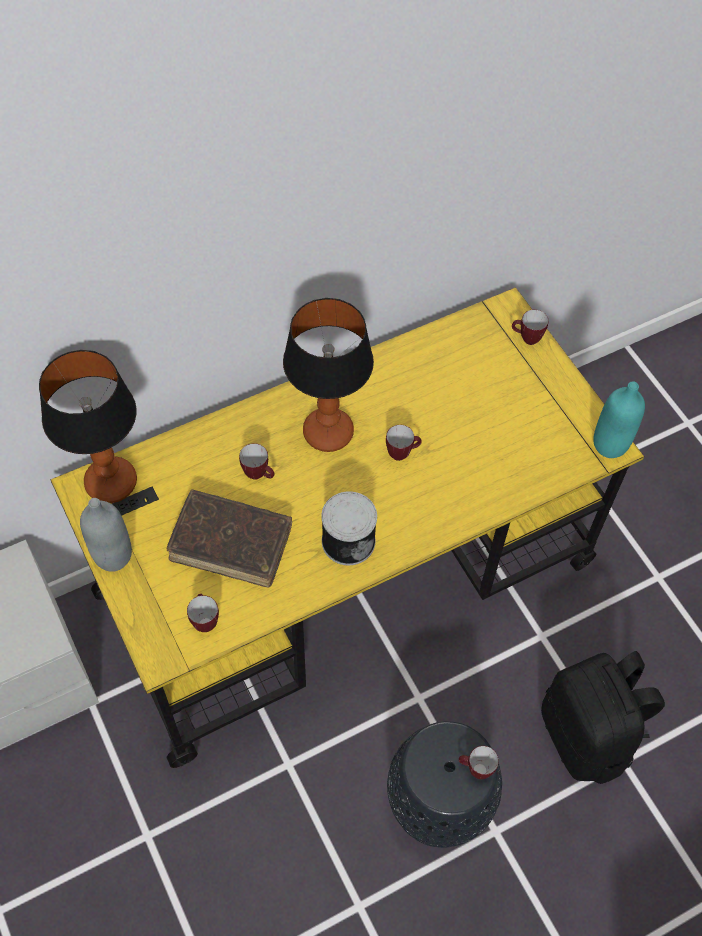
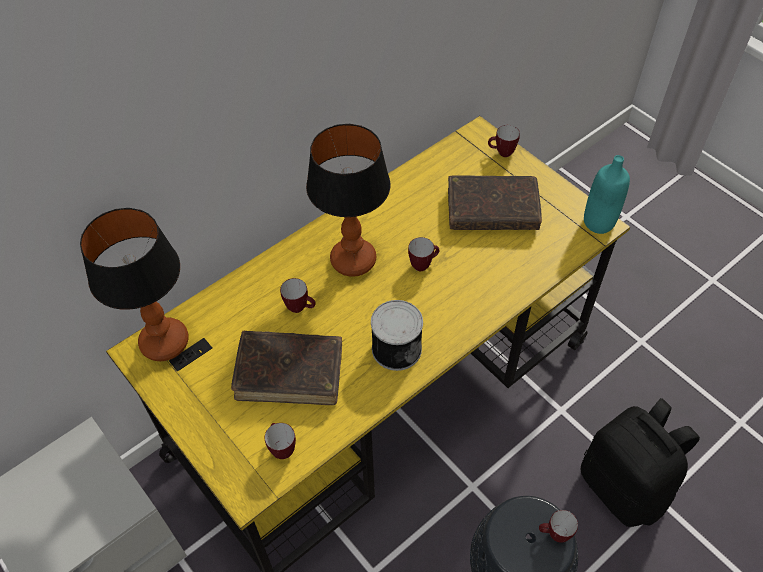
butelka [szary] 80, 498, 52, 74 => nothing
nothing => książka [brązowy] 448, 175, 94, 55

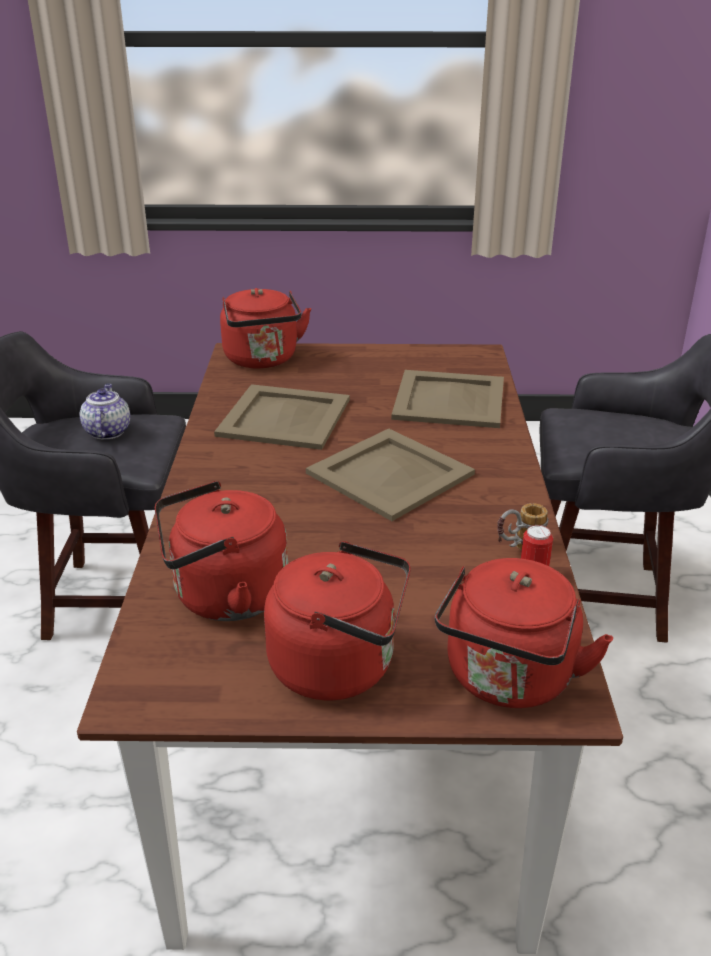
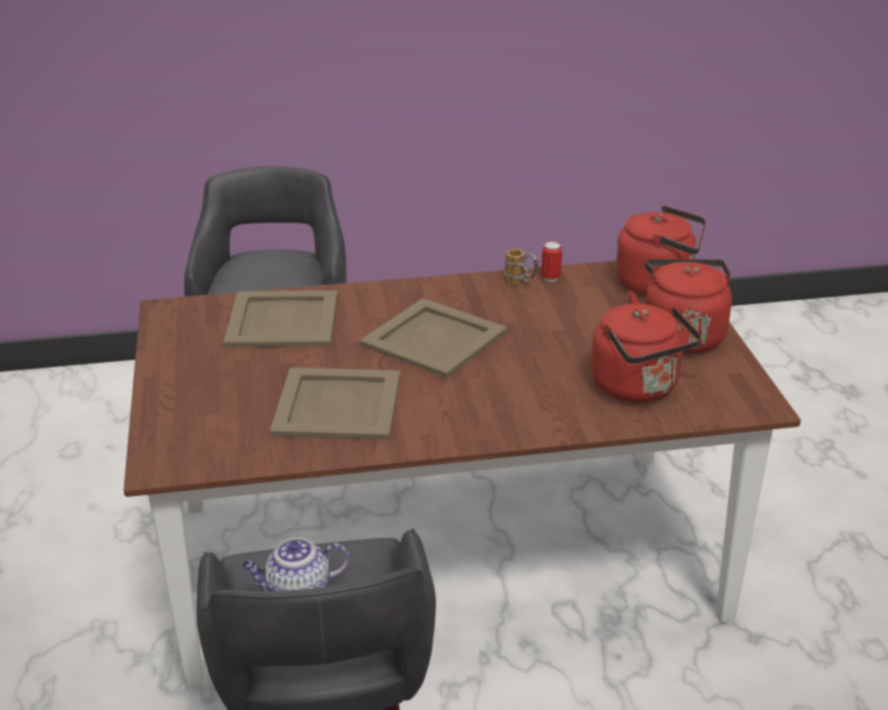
czajnik [czerwony] 220, 288, 91, 80 => nothing

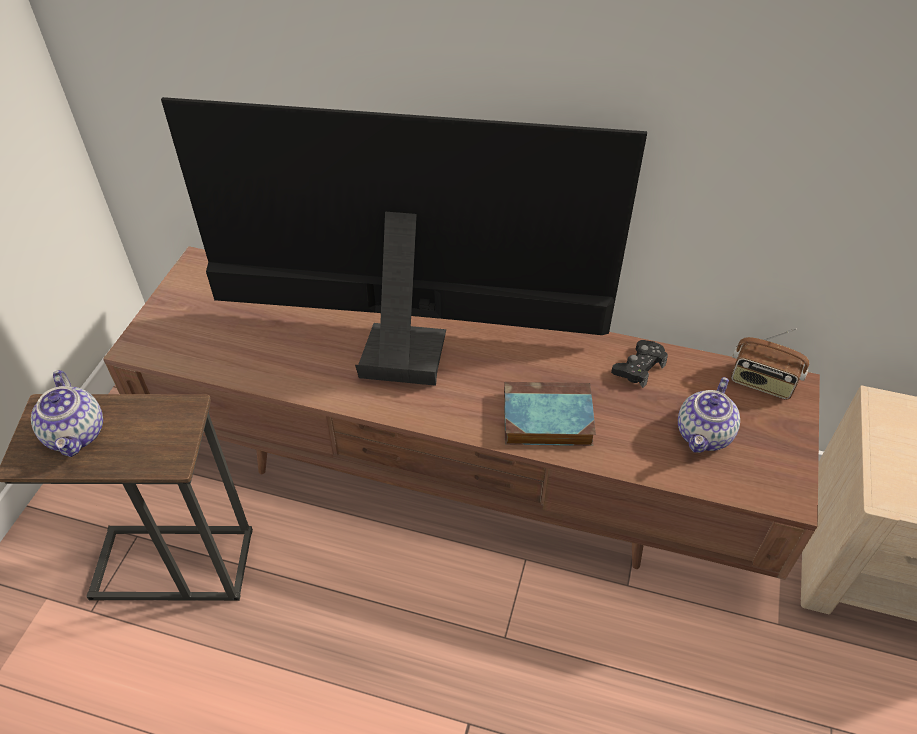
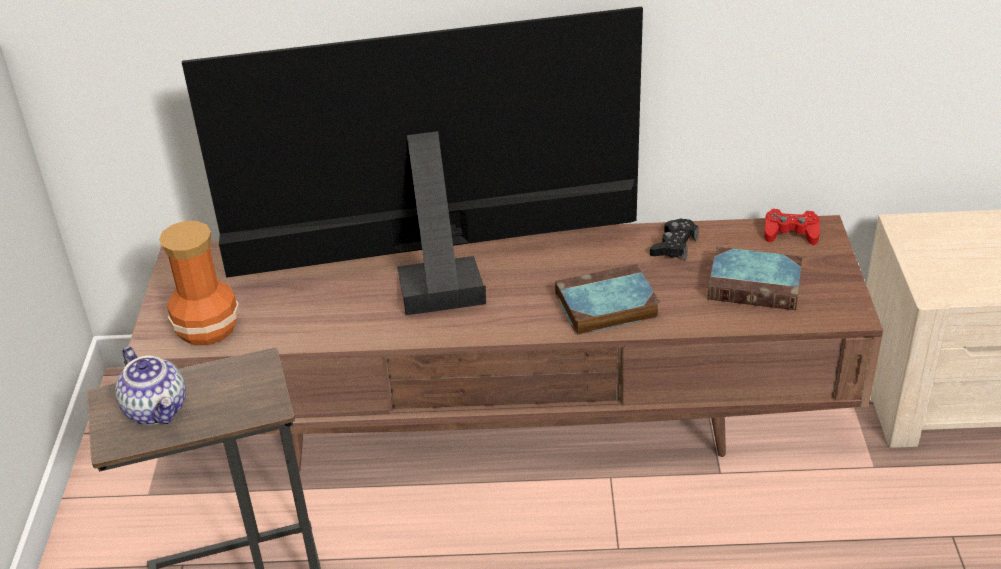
imbryk 678, 377, 62, 76 => książka 708, 247, 94, 63
radio 731, 328, 78, 71 => pad do gier [czerwony] 764, 209, 56, 36
nothing => wazon 159, 221, 81, 124

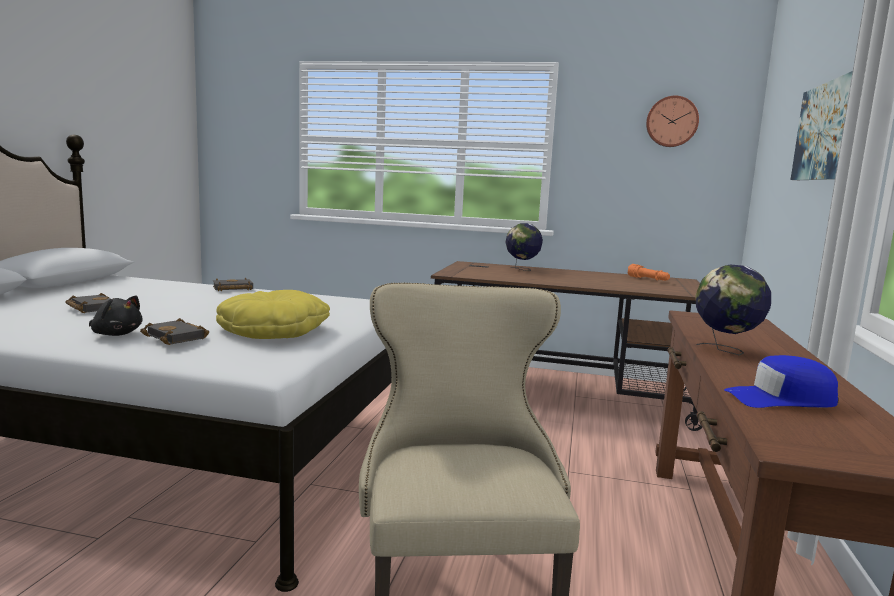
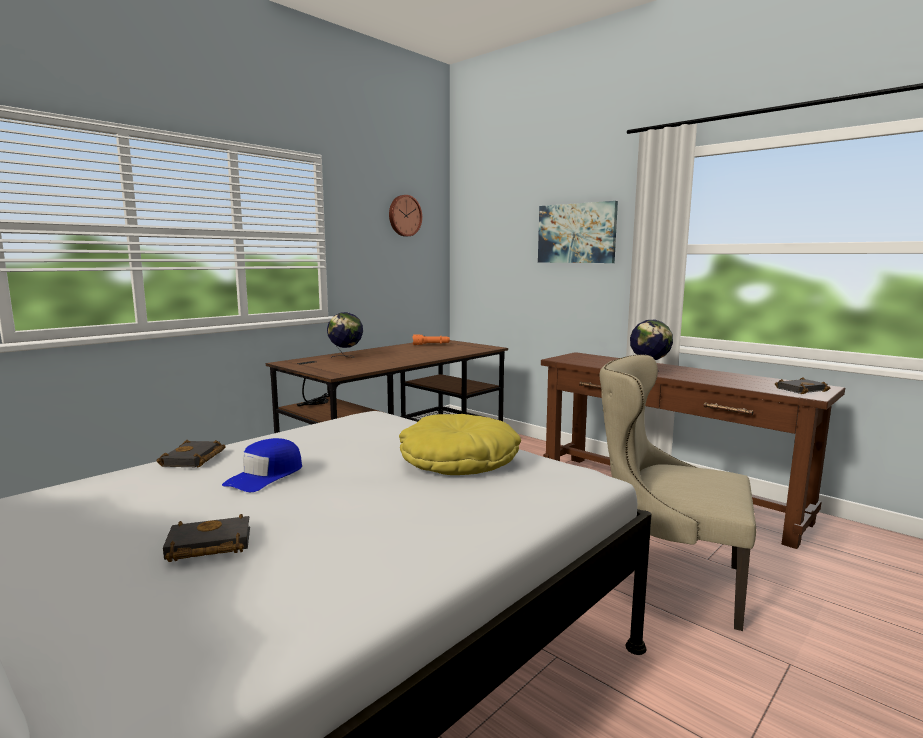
pluszak [czarny] 89, 296, 54, 40 => nothing
książka [czarny] 140, 318, 69, 27 => książka [czarny] 775, 377, 55, 17, shifted
czapka z daszkiem [niebieski] 724, 355, 115, 53 => czapka z daszkiem [niebieski] 222, 438, 80, 54, shifted

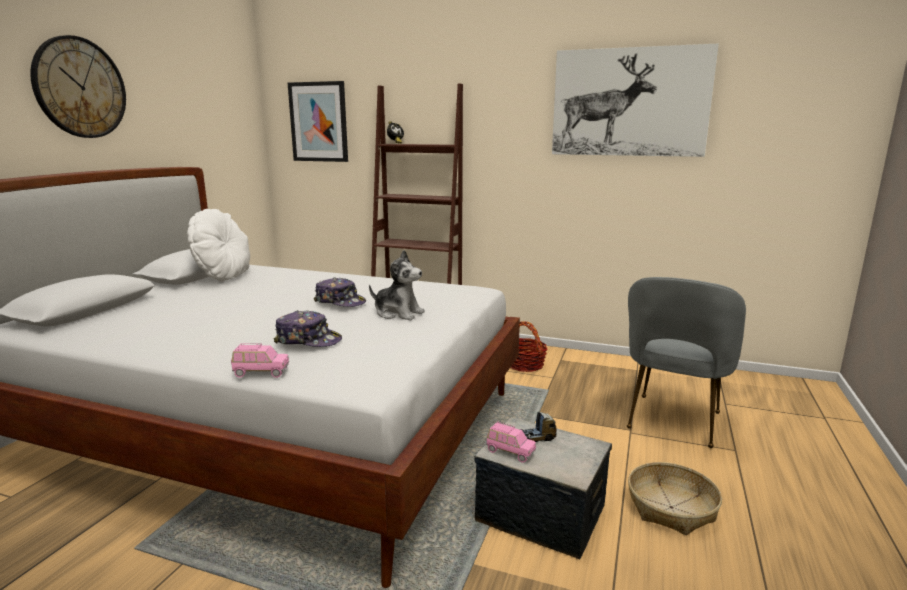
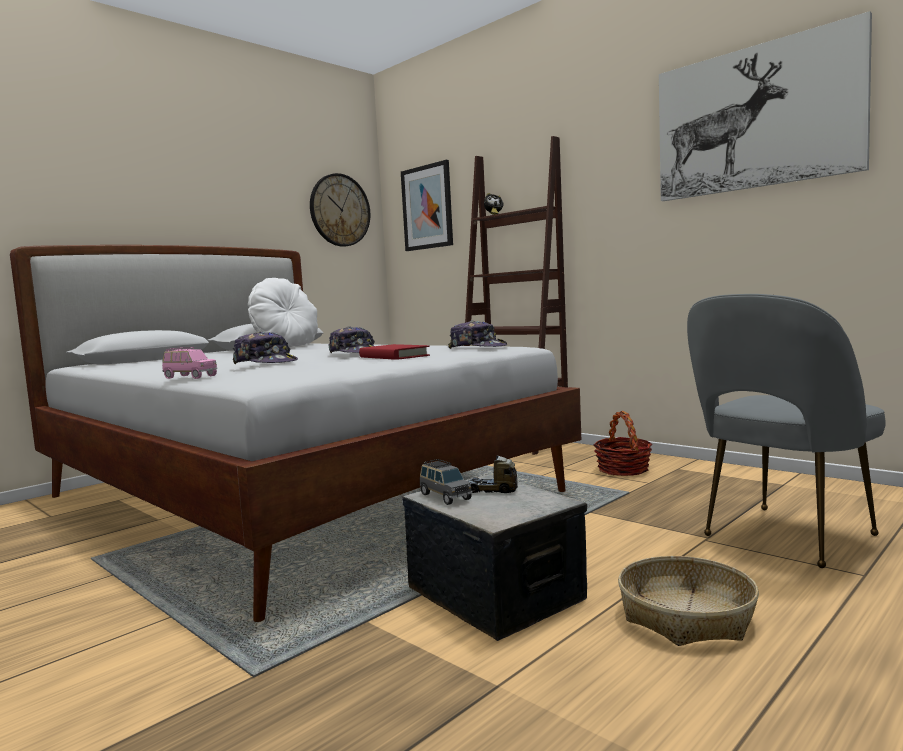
zegar ścienny 30, 35, 96, 103 => zegar ścienny 310, 173, 60, 74, shifted
pluszak 369, 250, 56, 70 => książka [czerwony] 359, 344, 71, 16
samochodzik [różowy] 486, 422, 50, 41 => samochodzik [szary] 420, 459, 52, 46
nothing => czapka z daszkiem 448, 320, 59, 29

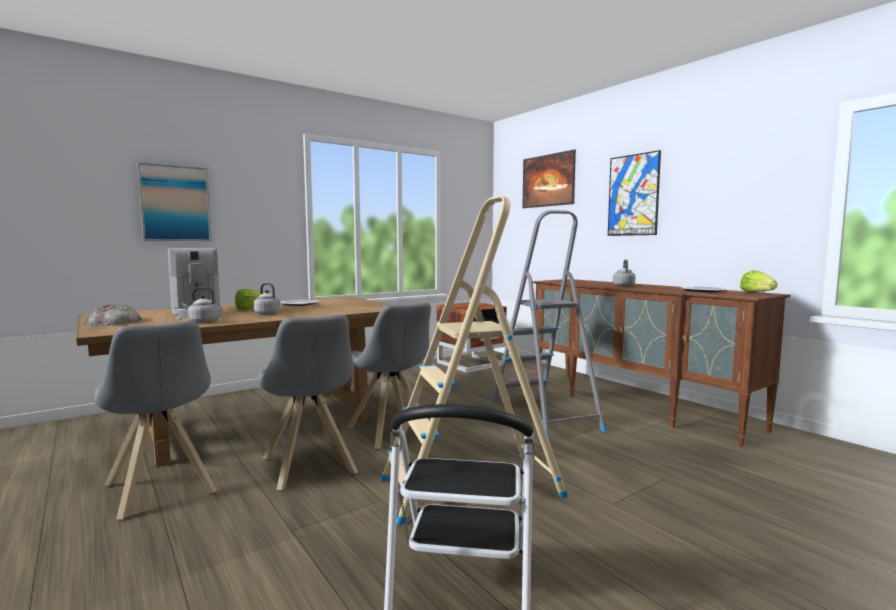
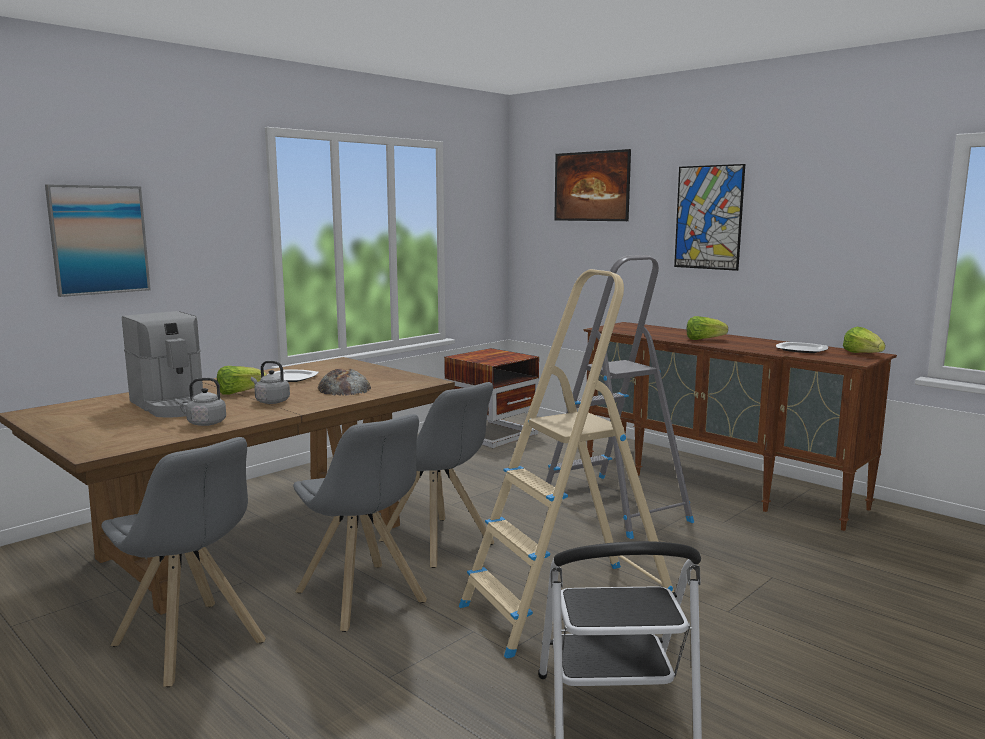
chleb 83, 305, 59, 22 => chleb 318, 369, 53, 27, shifted
czajnik [szary] 613, 259, 23, 28 => sałata 686, 316, 42, 24

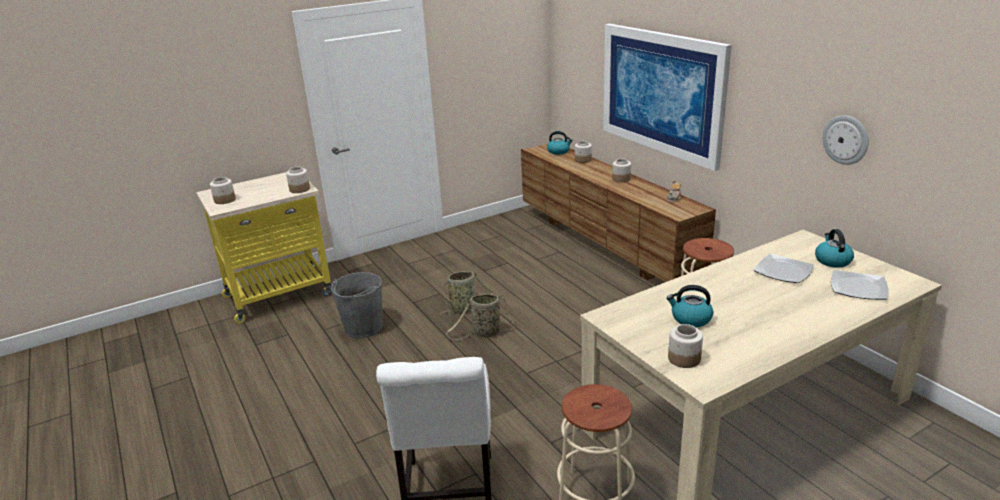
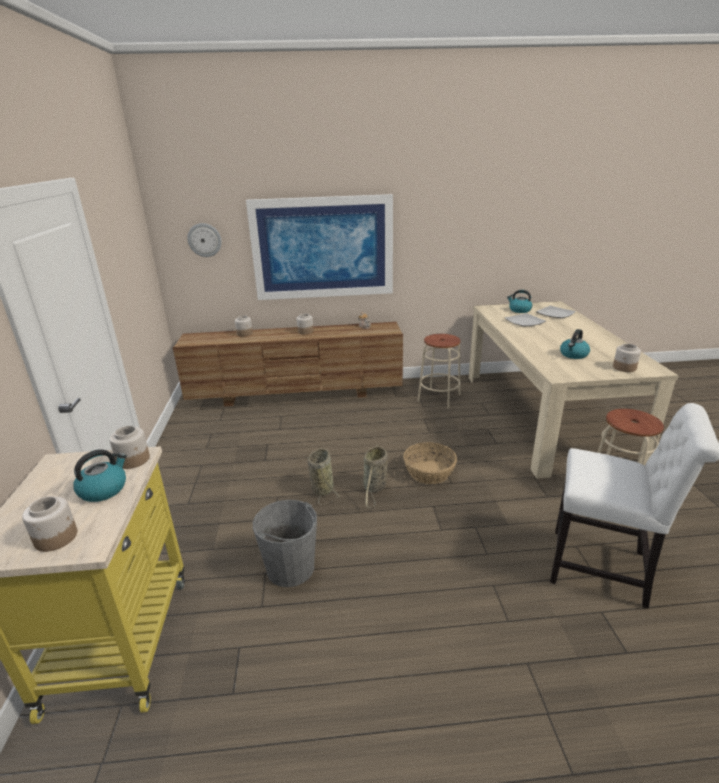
czajnik 547, 131, 26, 24 => czajnik 73, 449, 54, 53, shifted
zegar ścienny 823, 115, 45, 50 => zegar ścienny 187, 223, 35, 34, shifted
nothing => koszyk 403, 442, 54, 42

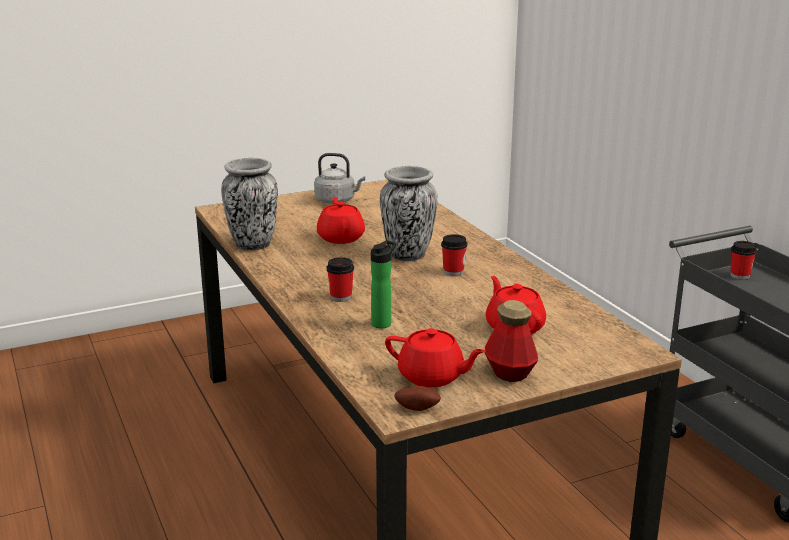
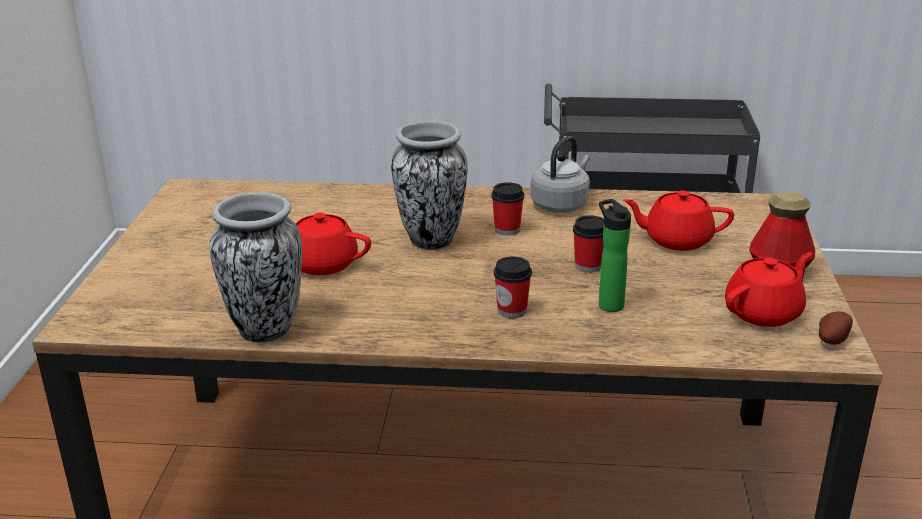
czajnik [szary] 314, 153, 51, 51 => czajnik [szary] 531, 136, 59, 77, shifted
filiżanka 730, 241, 27, 39 => filiżanka 573, 215, 31, 57, shifted

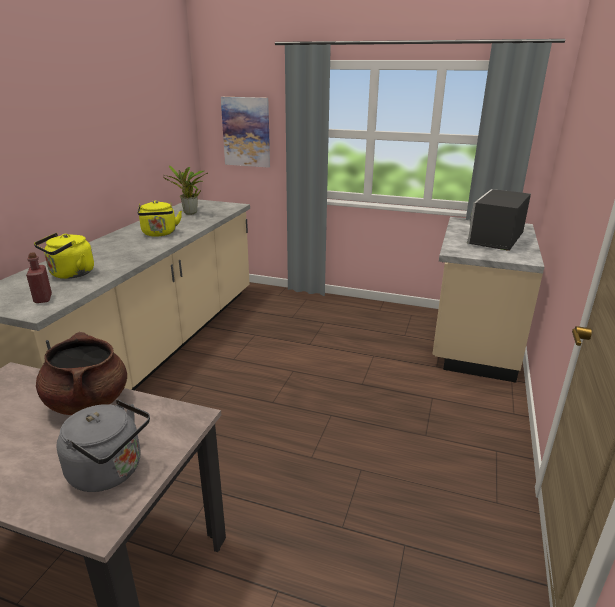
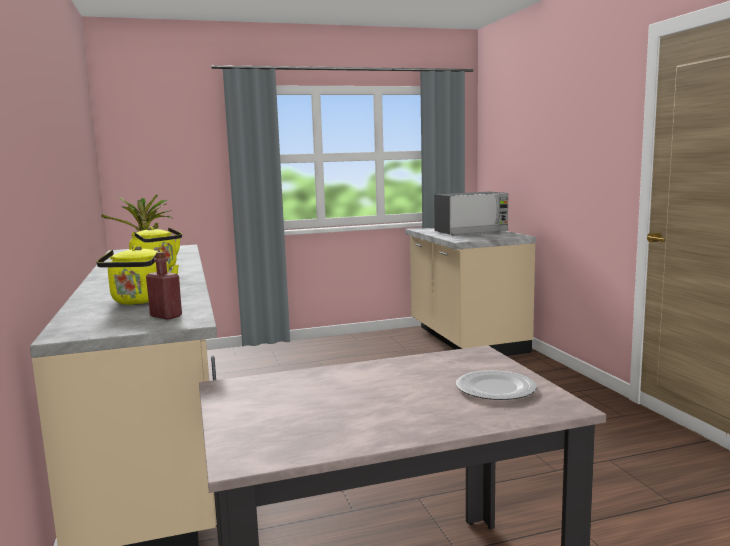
garnek [brązowy] 36, 332, 91, 83 => nothing
czajnik [szary] 57, 399, 93, 93 => talerz 456, 370, 81, 30
obraz 221, 97, 49, 71 => nothing
mikrofalówka 467, 189, 64, 62 => mikrofalówka 434, 192, 74, 43, 105 degrees counterclockwise

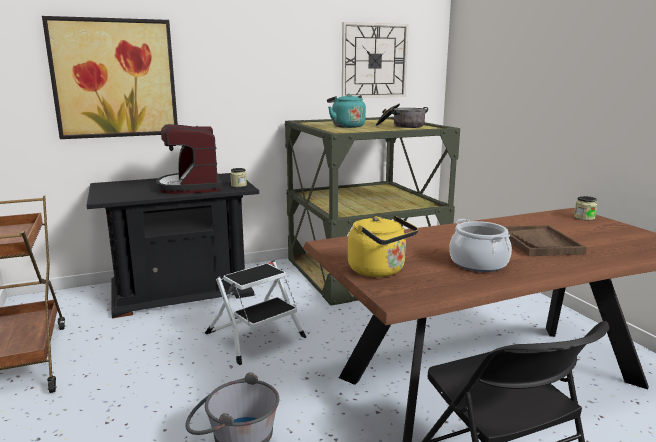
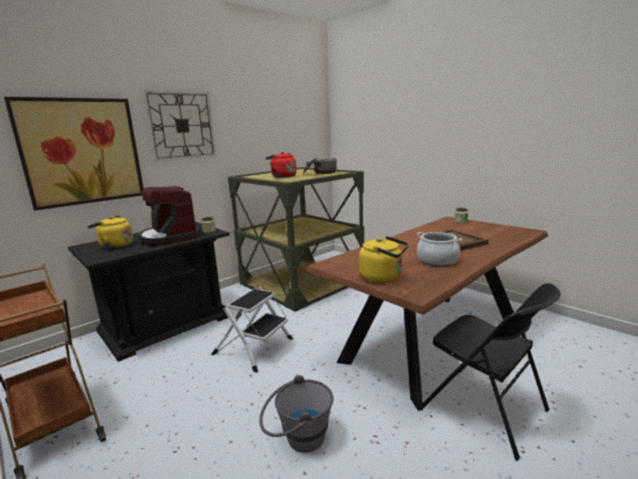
czajnik [turkusowy] 327, 94, 39, 34 => czajnik [czerwony] 266, 152, 30, 26
zegar ścienny 342, 22, 67, 76 => zegar ścienny 143, 90, 73, 72, shifted
nothing => czajnik [żółty] 88, 215, 45, 34

